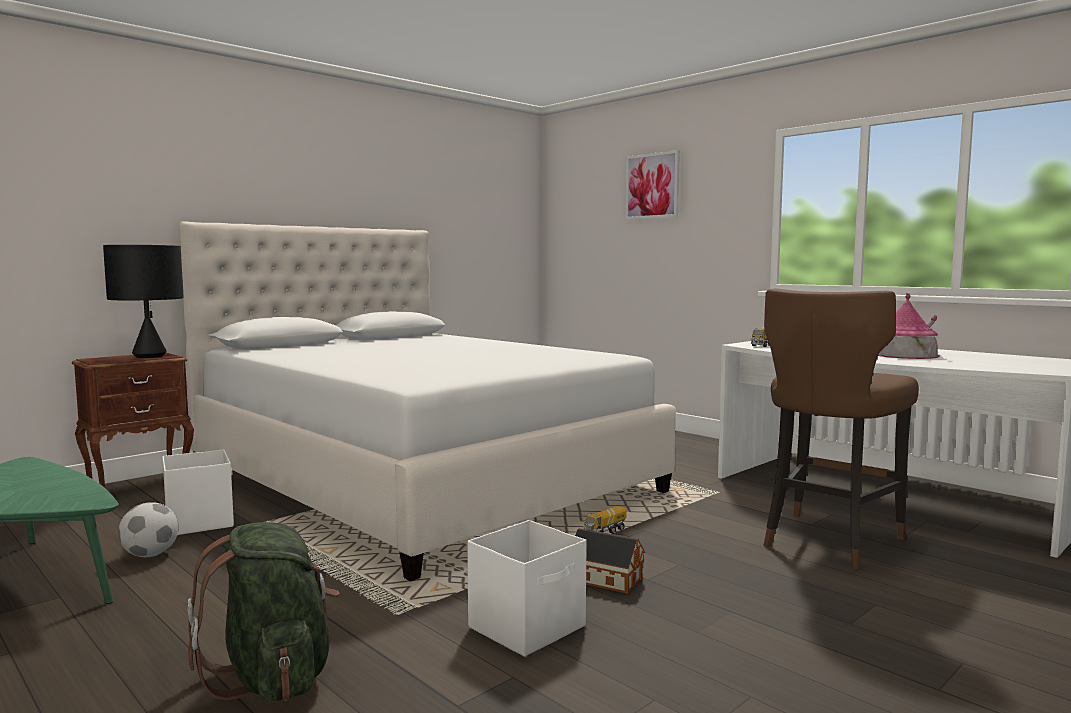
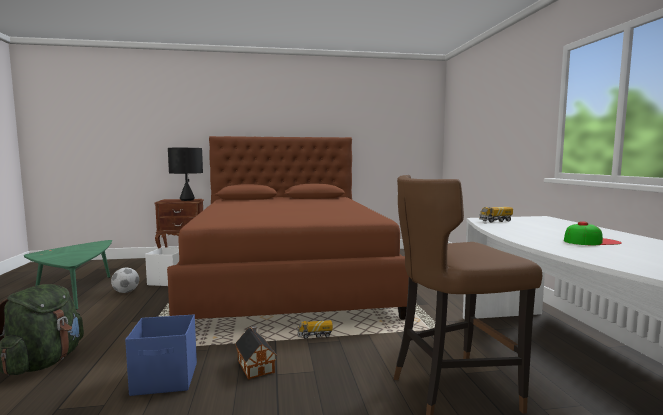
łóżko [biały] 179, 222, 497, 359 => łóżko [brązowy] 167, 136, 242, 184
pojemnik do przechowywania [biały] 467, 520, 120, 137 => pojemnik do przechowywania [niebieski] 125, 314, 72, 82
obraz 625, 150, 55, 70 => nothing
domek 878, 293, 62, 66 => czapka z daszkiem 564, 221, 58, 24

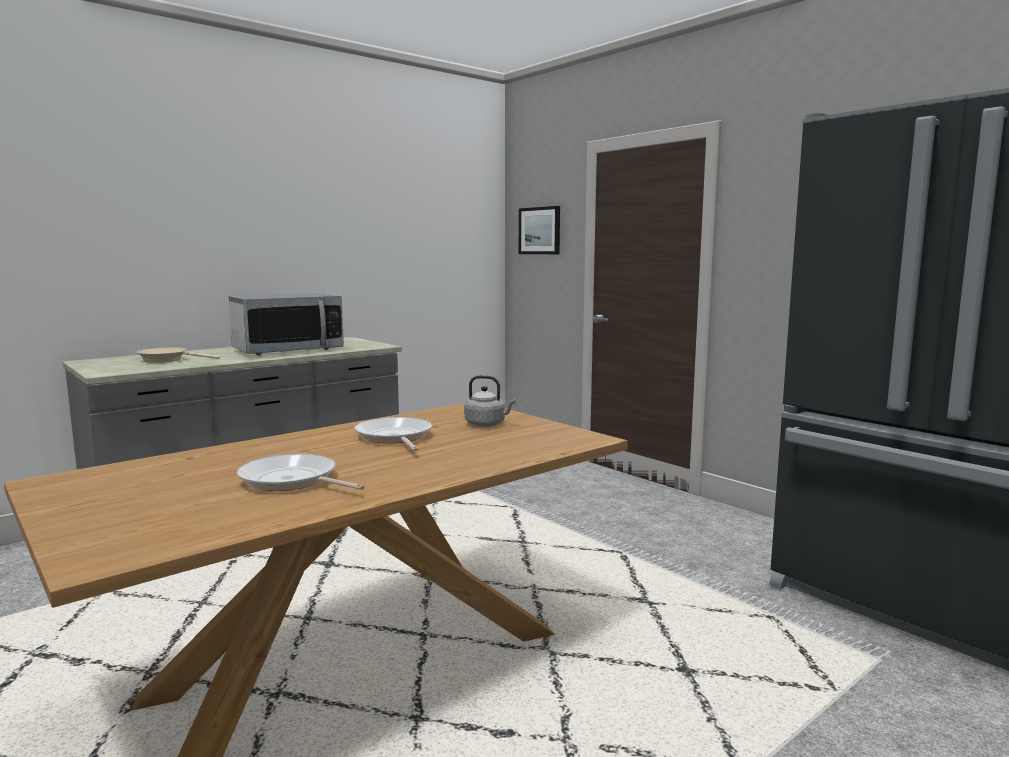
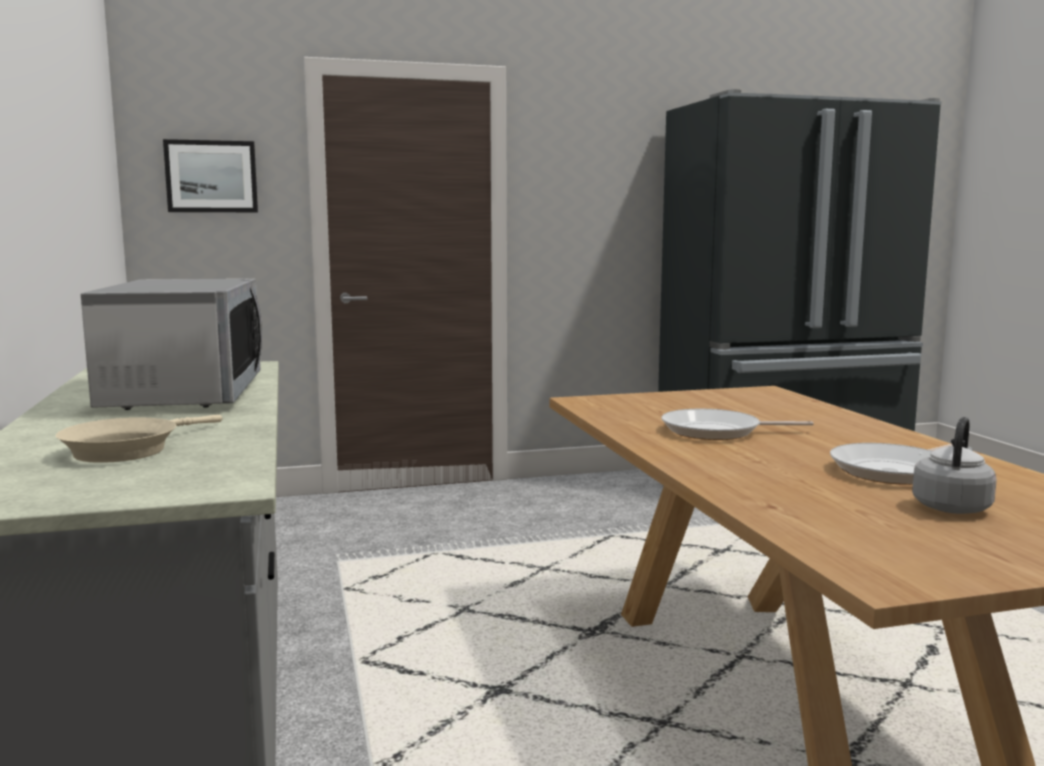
czajnik [szary] 465, 375, 51, 52 => czajnik [szary] 912, 417, 85, 97, shifted

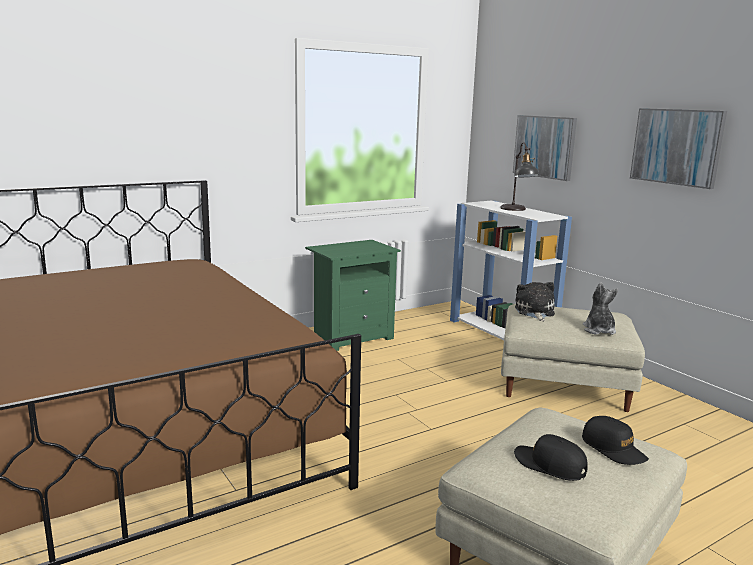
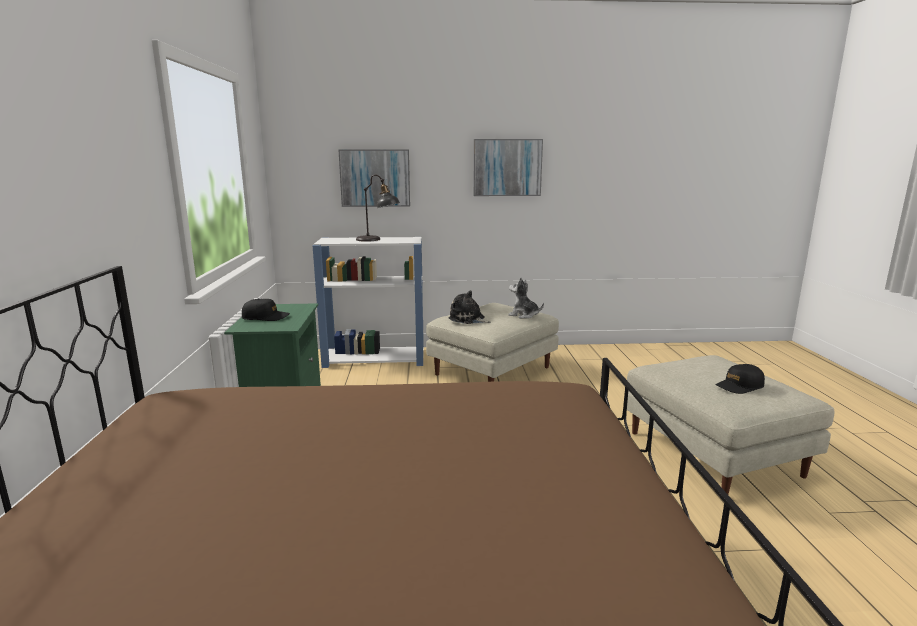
czapka z daszkiem [czarny] 582, 416, 67, 49 => czapka z daszkiem [czarny] 242, 298, 48, 23, shifted

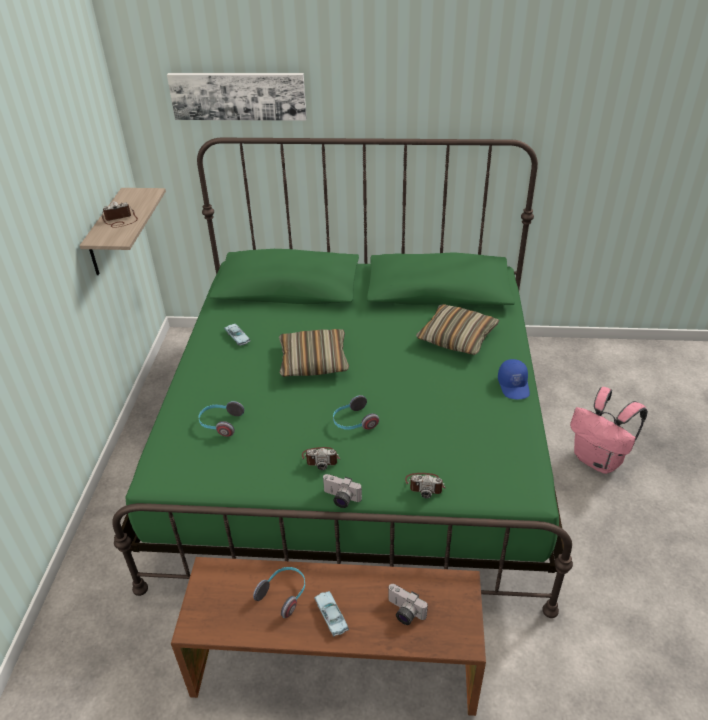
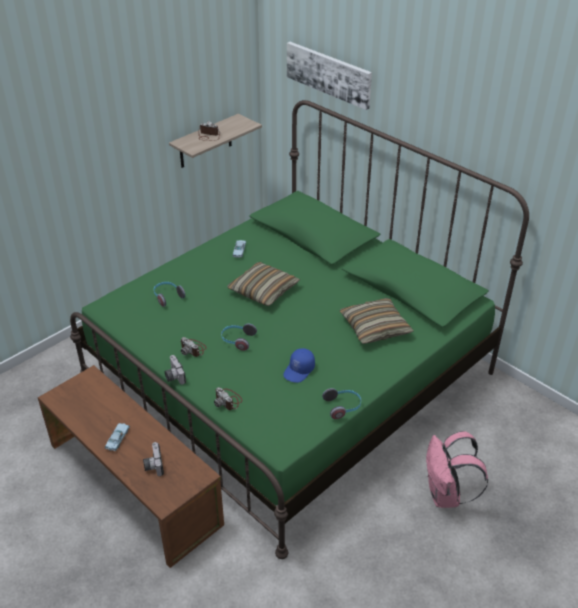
słuchawki 253, 567, 52, 51 => słuchawki 322, 388, 39, 31, shifted
czapka z daszkiem [niebieski] 498, 359, 32, 40 => czapka z daszkiem [niebieski] 283, 348, 32, 35, shifted

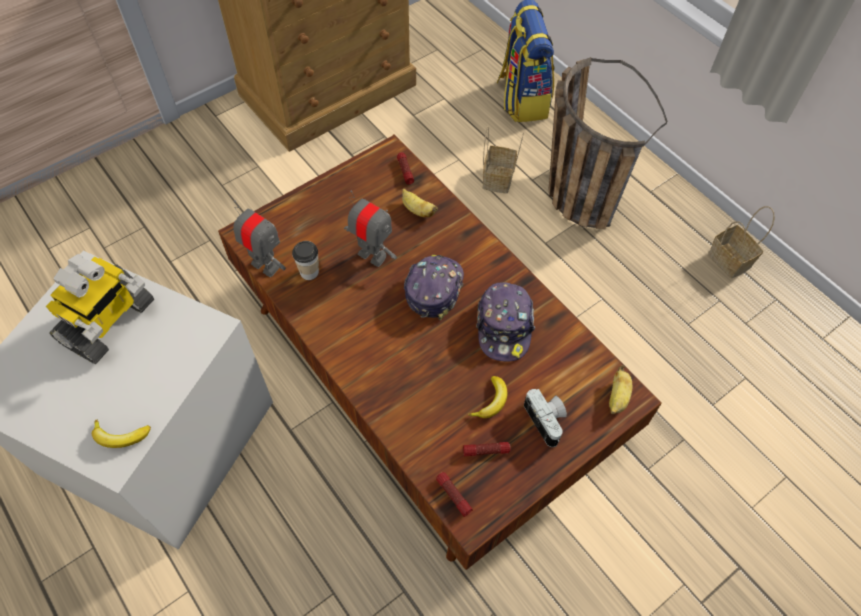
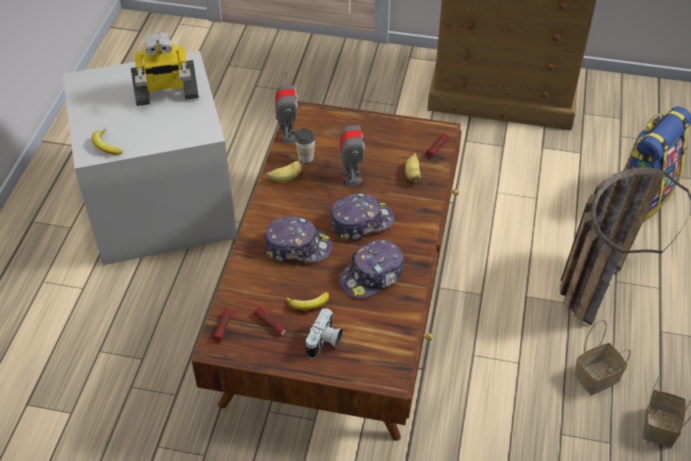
koszyk 483, 126, 41, 68 => koszyk 574, 320, 57, 75, shifted
banan 609, 365, 23, 49 => banan 266, 159, 37, 23, shifted
nothing => czapka z daszkiem 265, 216, 67, 46

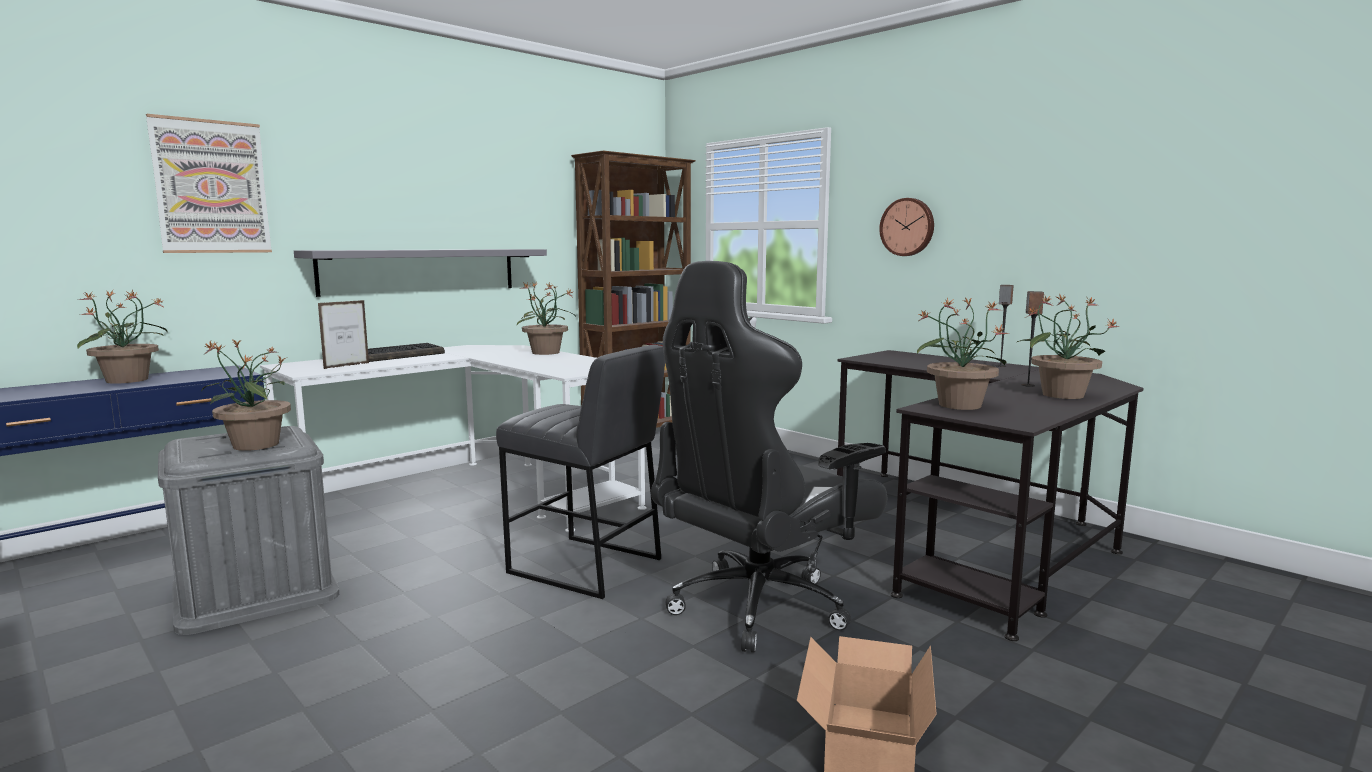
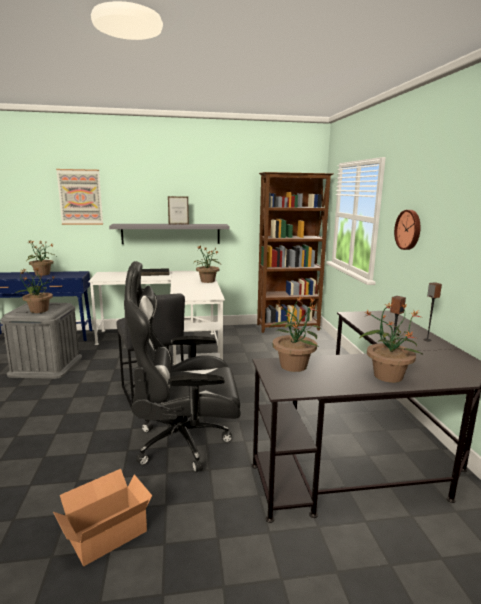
ramka na zdjęcie 318, 300, 51, 69 => ramka na zdjęcie 168, 196, 21, 29, shifted

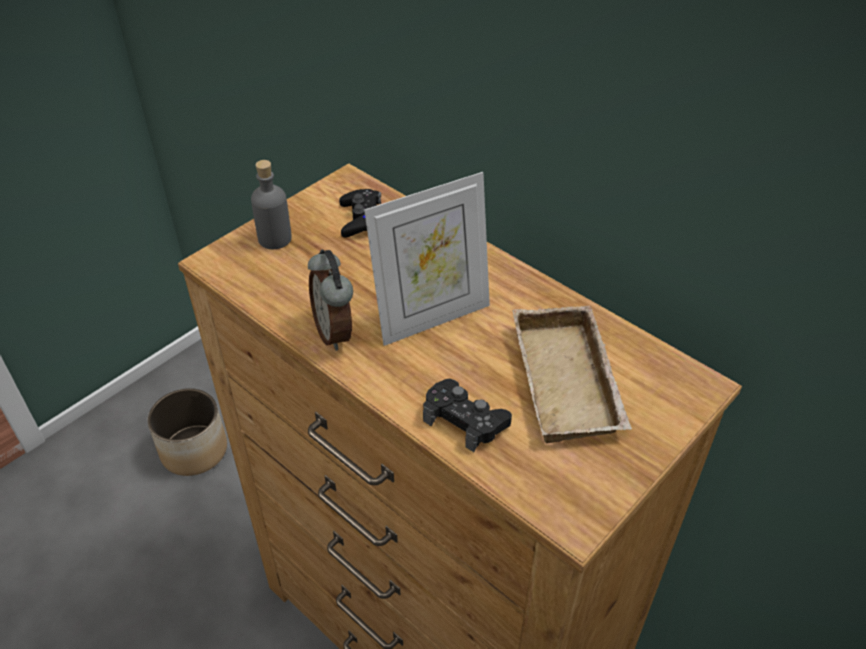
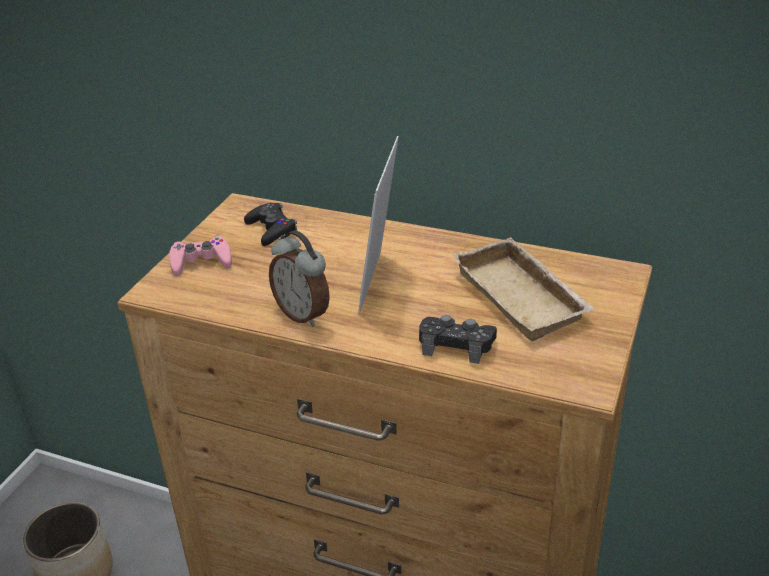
butelka [szary] 251, 160, 41, 89 => pad do gier [różowy] 169, 235, 63, 41
ramka na zdjęcie 364, 172, 126, 174 => ramka na zdjęcie 358, 136, 41, 178, 150 degrees clockwise

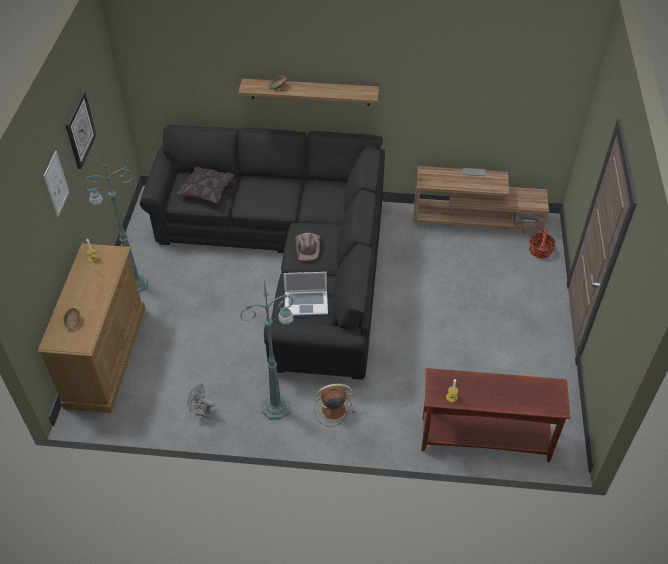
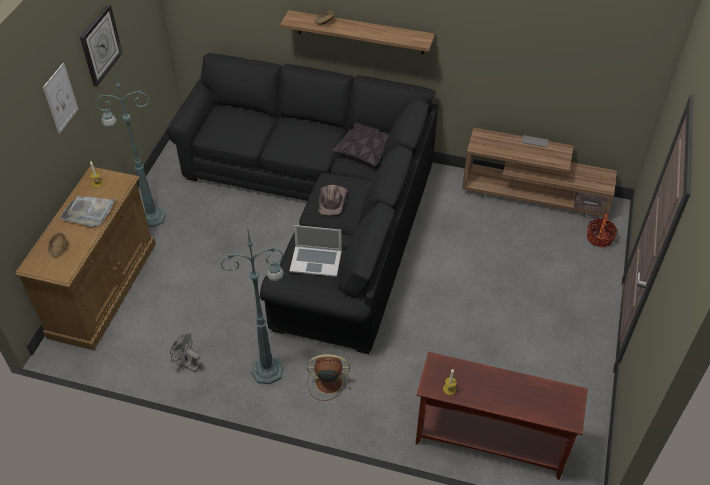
poduszka [czarny] 177, 166, 57, 37 => poduszka [czarny] 332, 123, 58, 43, shifted
nothing => taca [szary] 60, 196, 56, 31

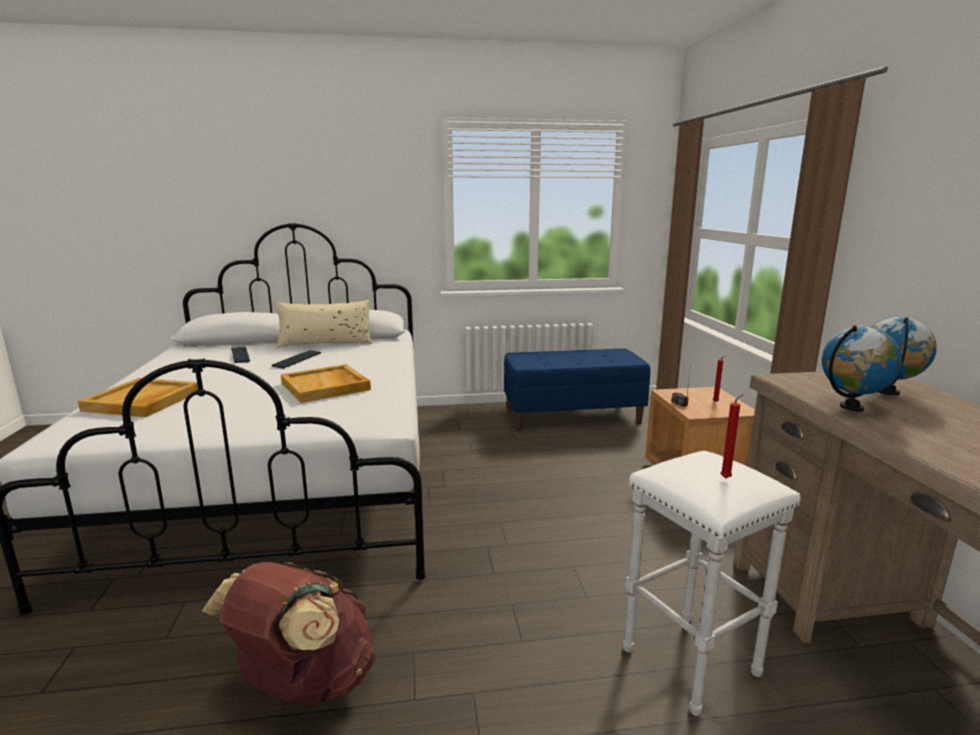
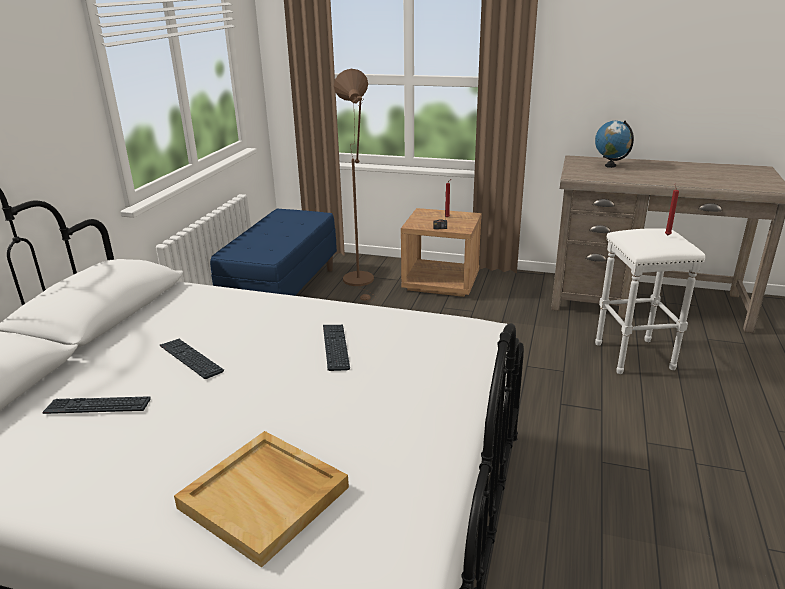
plecak [brązowy] 202, 562, 174, 144 => nothing
poduszka [beżowy] 276, 300, 96, 48 => nothing
taca [beżowy] 281, 364, 90, 39 => klawiatura 323, 325, 27, 46
globus 822, 325, 81, 87 => nothing
nothing => lampa stojąca [brązowy] 334, 69, 42, 231

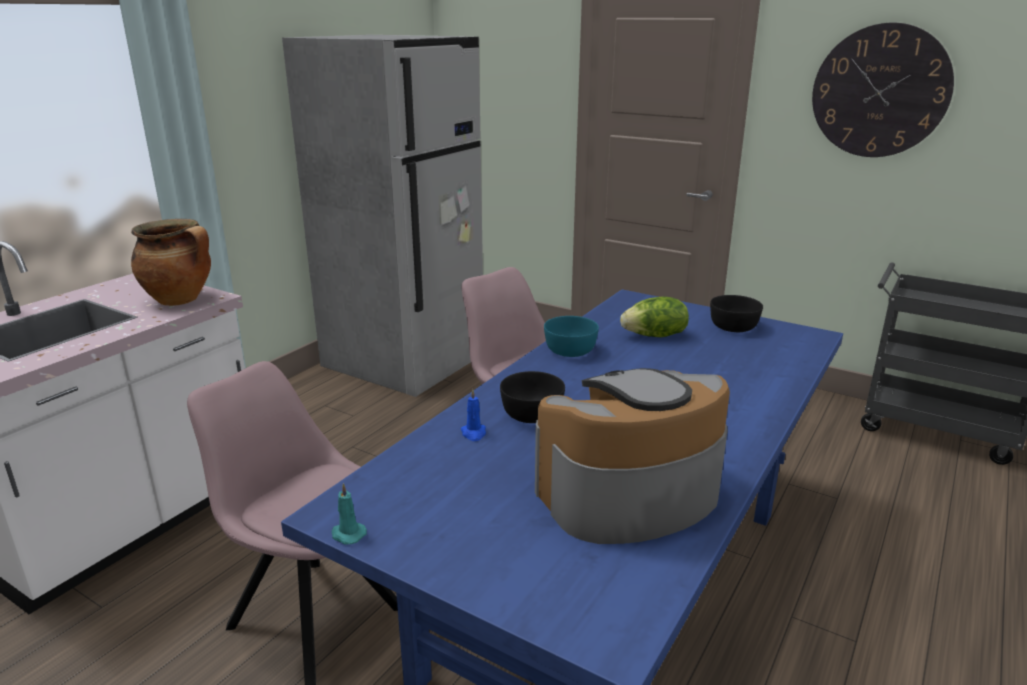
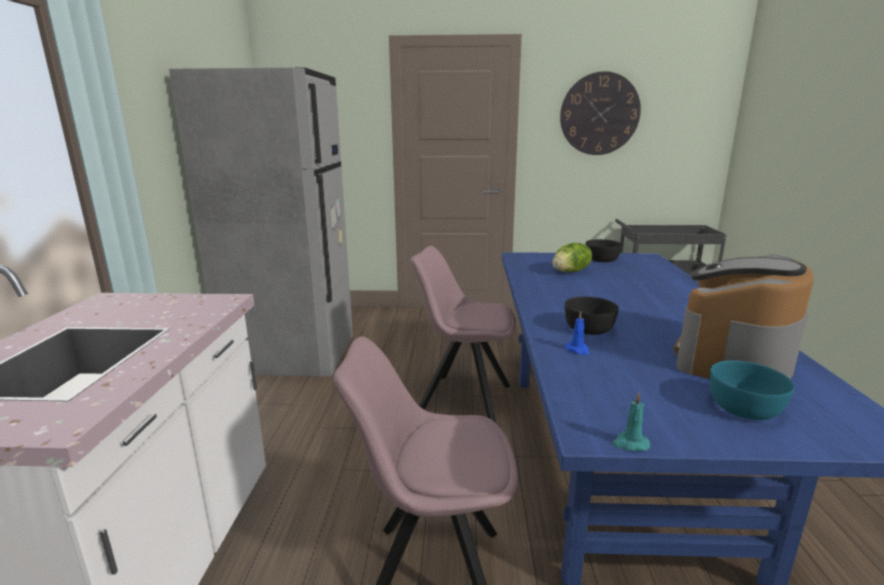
garnek 131, 219, 80, 87 => nothing
miska [turkusowy] 544, 316, 55, 41 => miska [turkusowy] 710, 361, 84, 59, shifted

